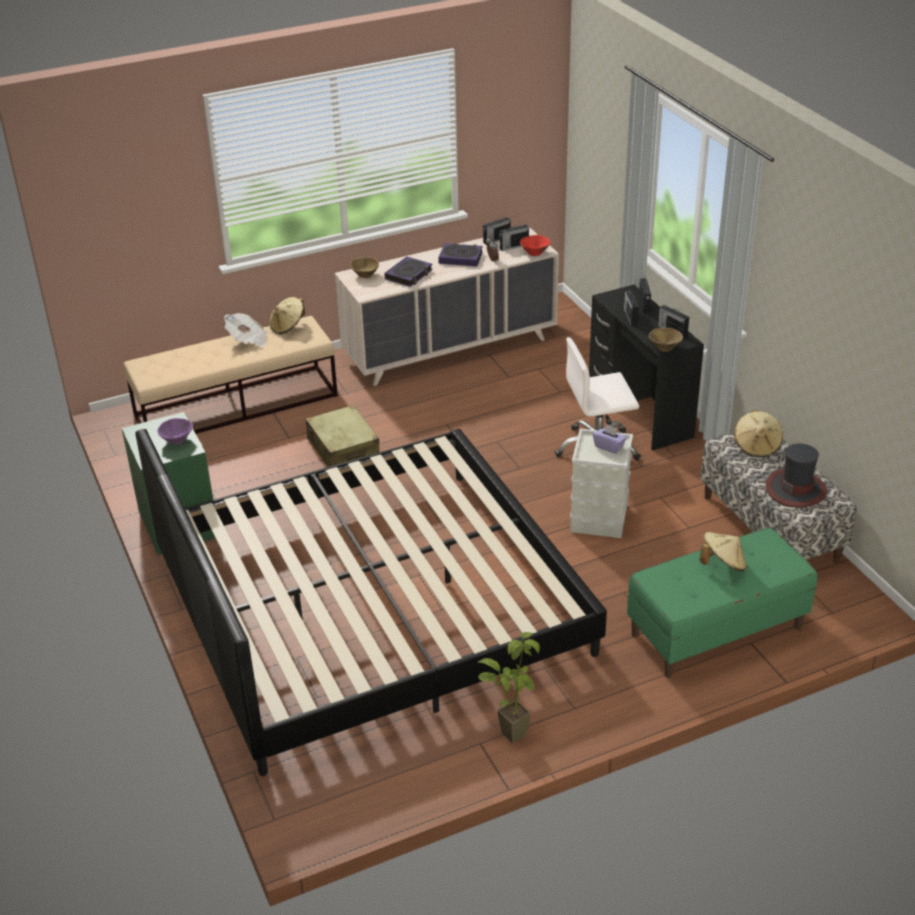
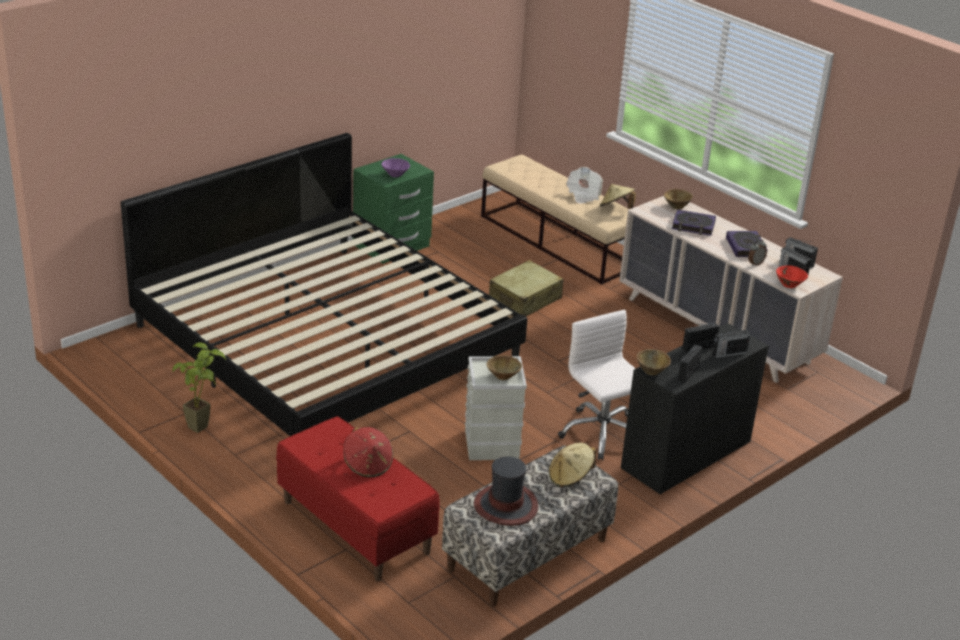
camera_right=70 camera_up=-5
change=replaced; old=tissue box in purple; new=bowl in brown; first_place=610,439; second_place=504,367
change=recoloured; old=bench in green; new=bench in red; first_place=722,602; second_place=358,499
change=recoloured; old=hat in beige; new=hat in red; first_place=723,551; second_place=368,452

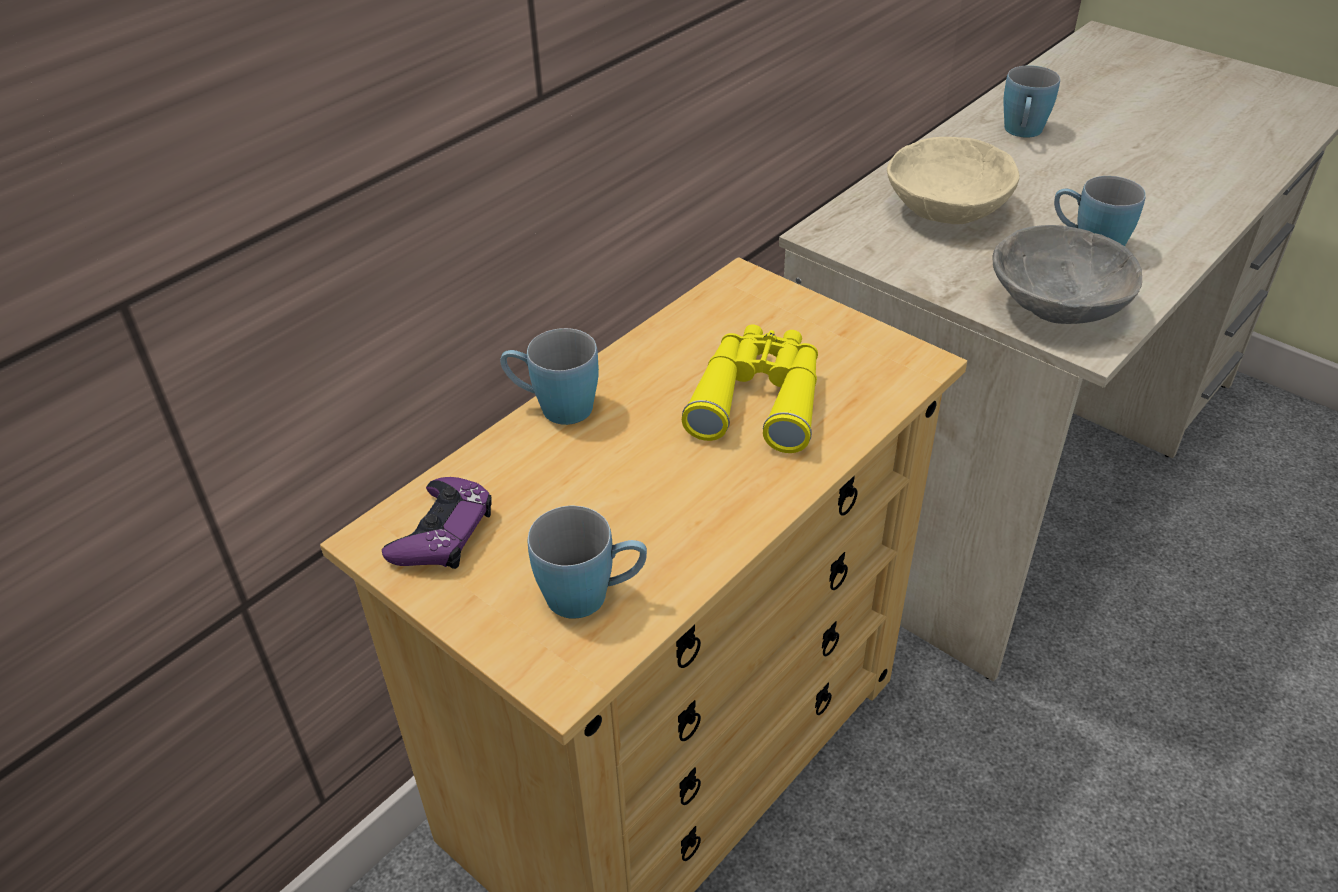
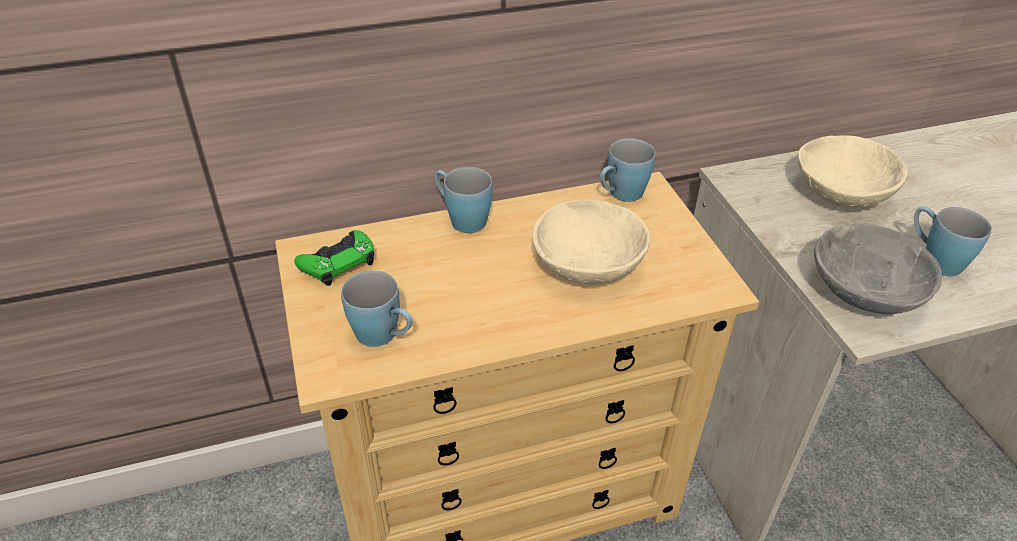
camera_right=30 camera_up=0
change=moved; old=mug in blue; first_place=1031,101; second_place=627,170
change=replaced; old=binoculars in yellow; new=bowl in beige; first_place=750,389; second_place=591,242
change=recoloured; old=game controller in purple; new=game controller in green; first_place=437,523; second_place=334,258

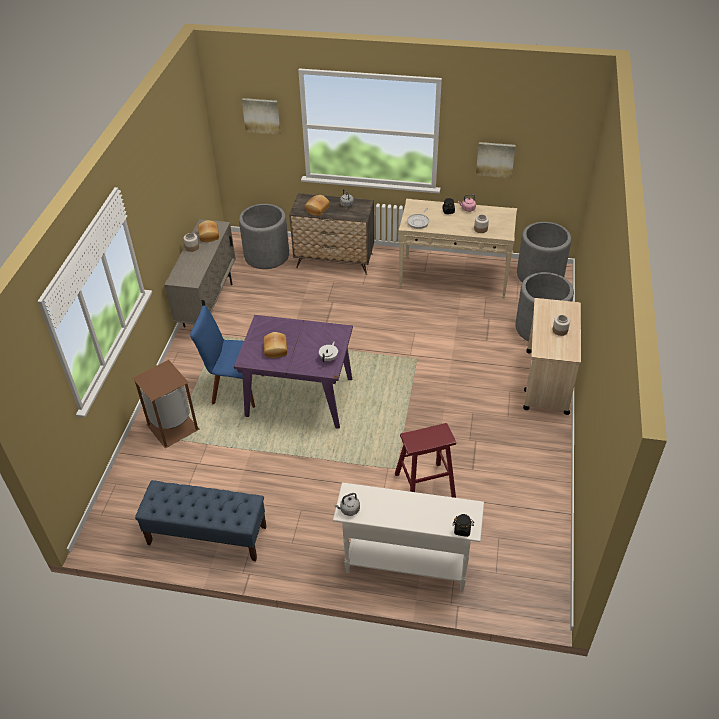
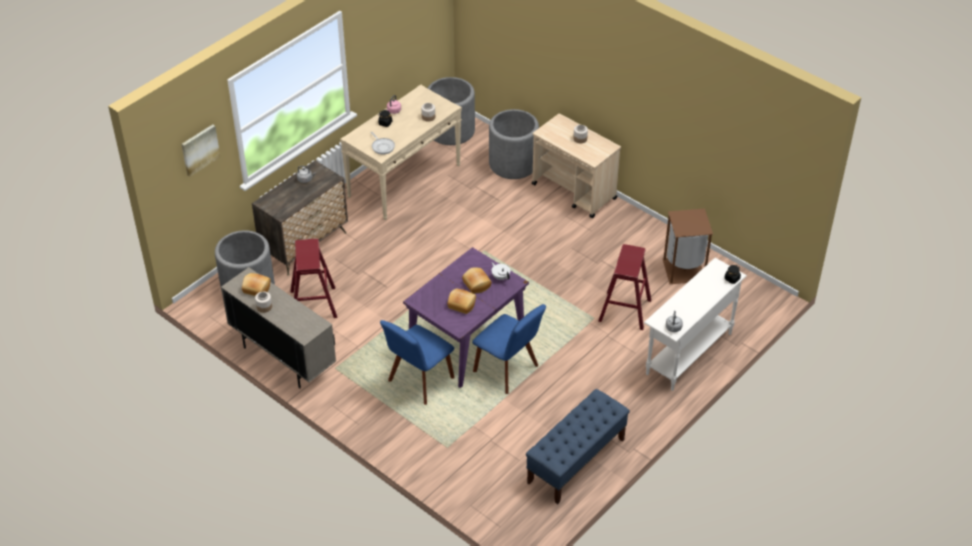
camera_right=-60 camera_up=0
change=removed; old=picture; first_place=496,160
change=added; new=stool in red; second_place=313,278
change=added; new=chair in blue; second_place=509,349
change=moved; old=trash can in brown; first_place=166,404; second_place=687,246
change=moved; old=bread; first_place=317,205; second_place=477,280

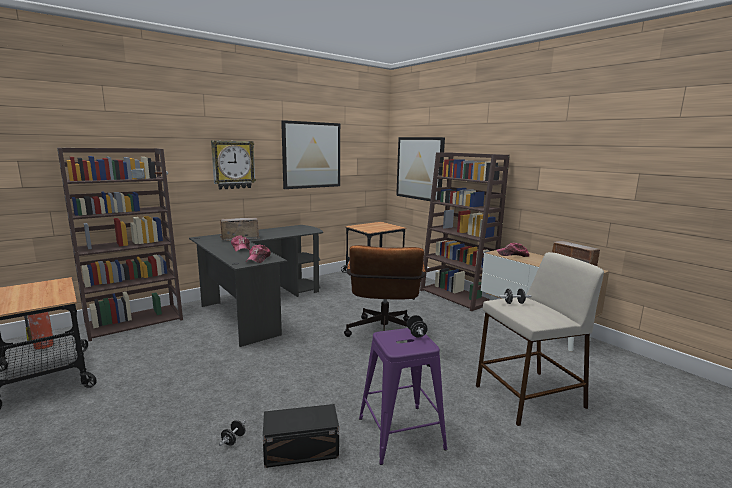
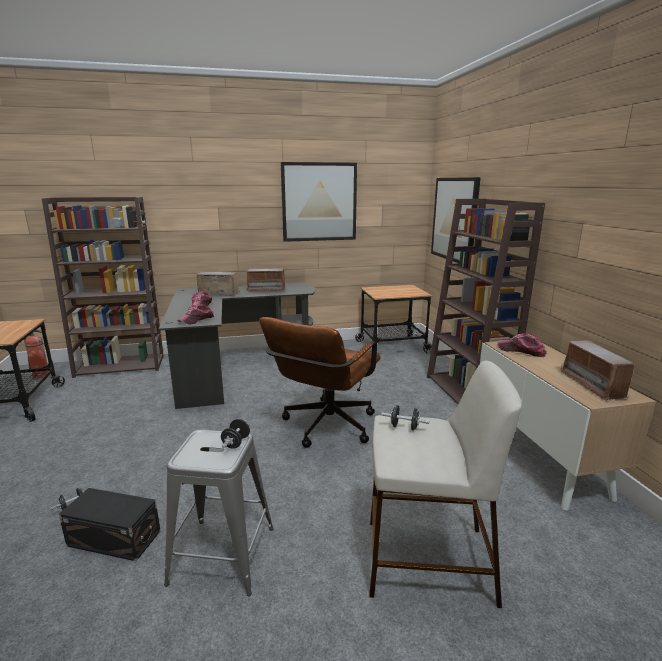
camera_right=25 camera_up=5
change=removed; old=wall clock; first_place=233,165
change=added; new=radio; second_place=265,279
change=recoloured; old=stool in purple; new=stool in grey; first_place=403,396; second_place=219,513

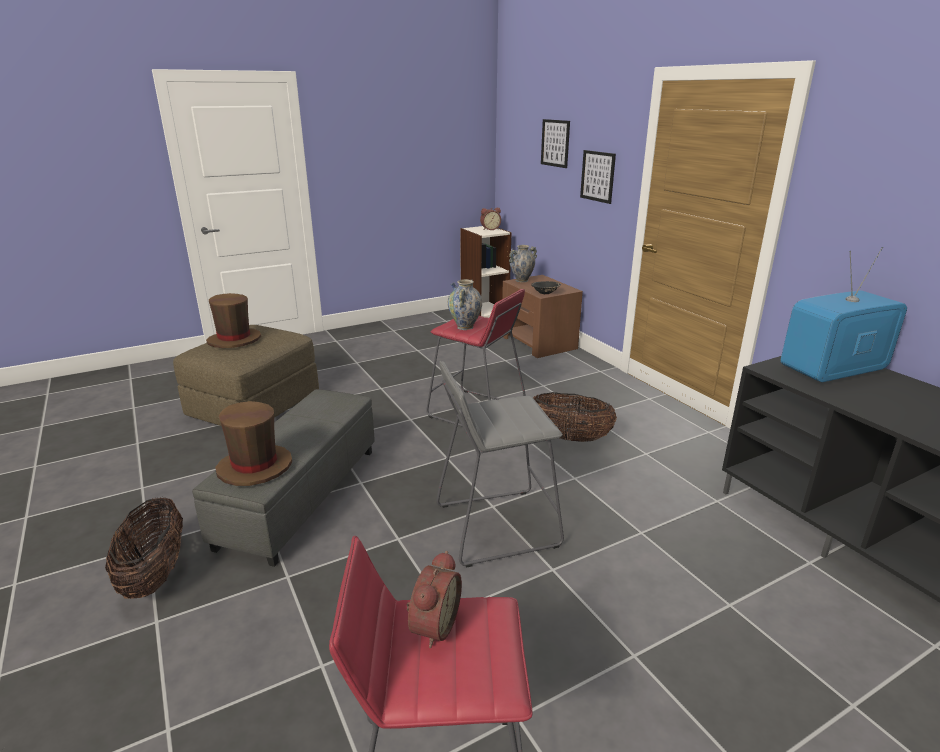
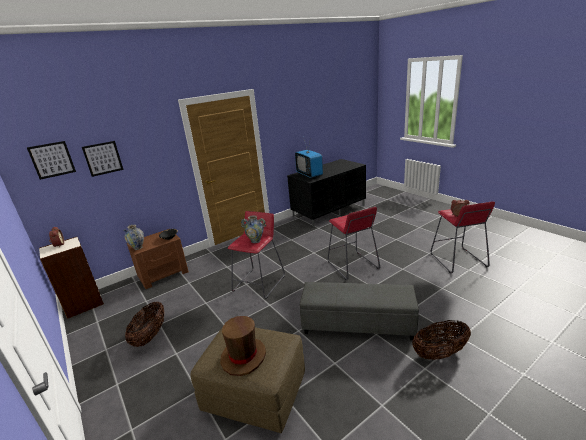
camera_right=-95 camera_up=0
change=removed; old=hat in brown; first_place=253,443
change=moved; old=basket; first_place=575,417; second_place=144,324
change=moved; old=picture; first_place=598,177; second_place=51,160
change=recoloured; old=stool in grey; new=stool in red; first_place=500,464; second_place=354,243

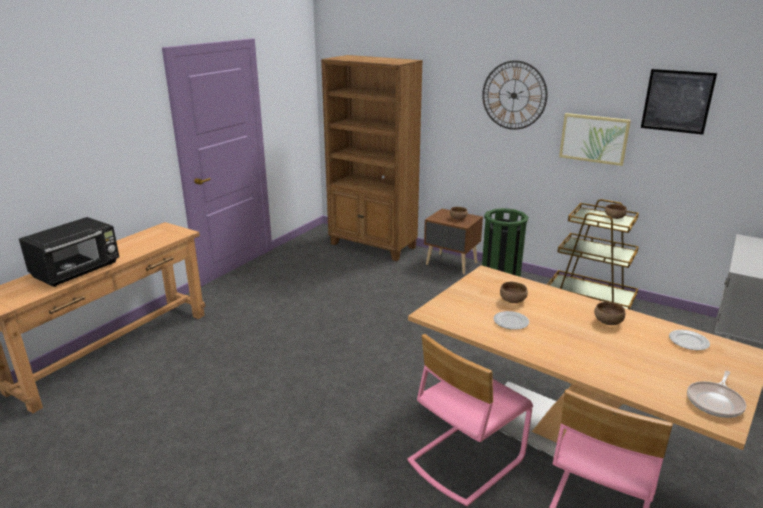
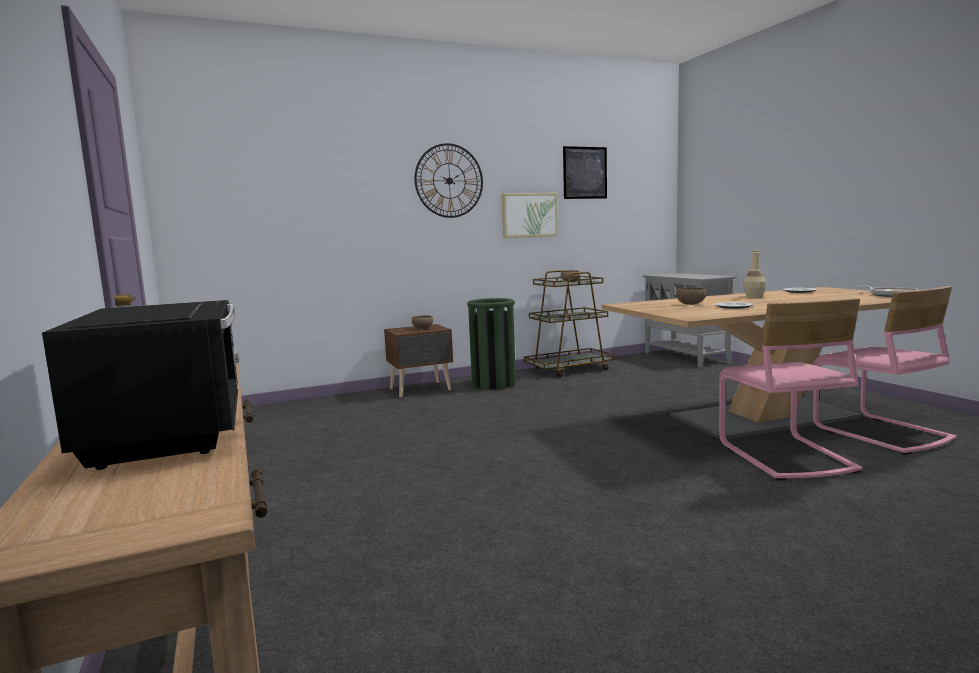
camera_right=-55 camera_up=-15
change=removed; old=bookcase in brown; first_place=372,158
change=replaced; old=bowl in brown; new=bottle in beige; first_place=609,313; second_place=754,274

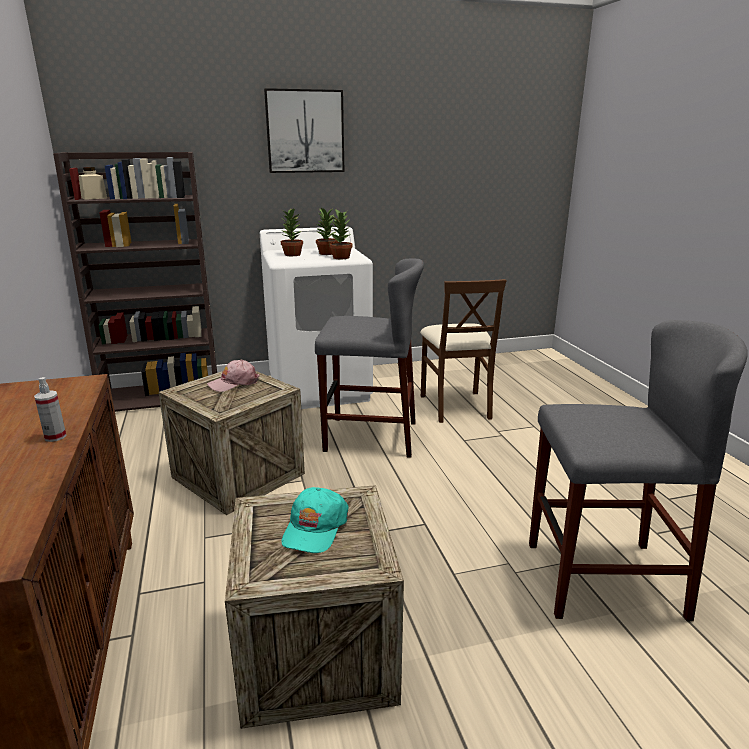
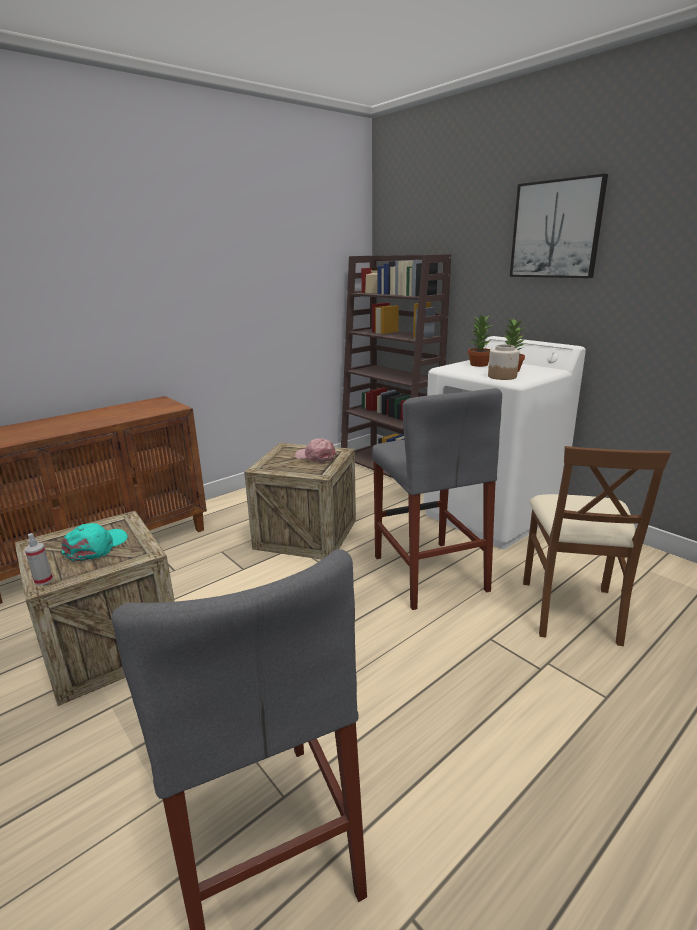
camera_right=65 camera_up=0
change=moved; old=spray bottle; first_place=50,409; second_place=39,559
change=replaced; old=potted plant; new=jar; first_place=341,234; second_place=503,362
change=turned; old=cap in turquoise; first_place=315,520; second_place=94,542; degrees=120
change=turned; old=chair in brown; first_place=463,351; second_place=597,546; degrees=-45

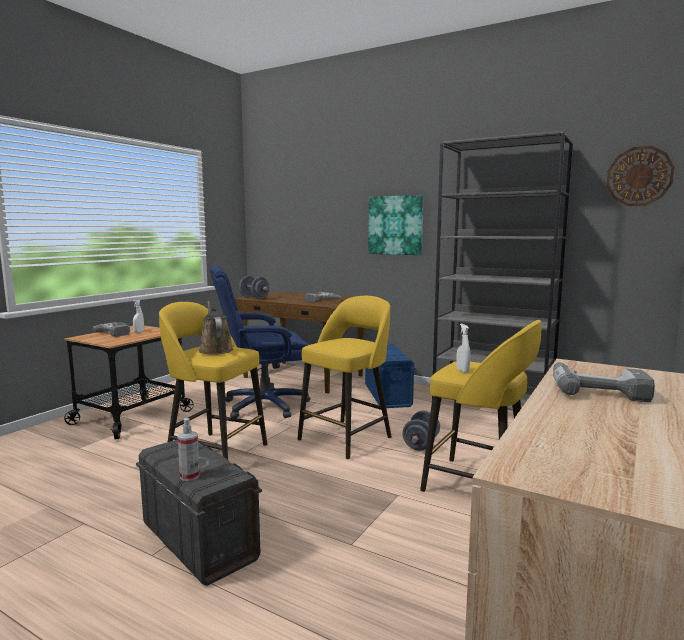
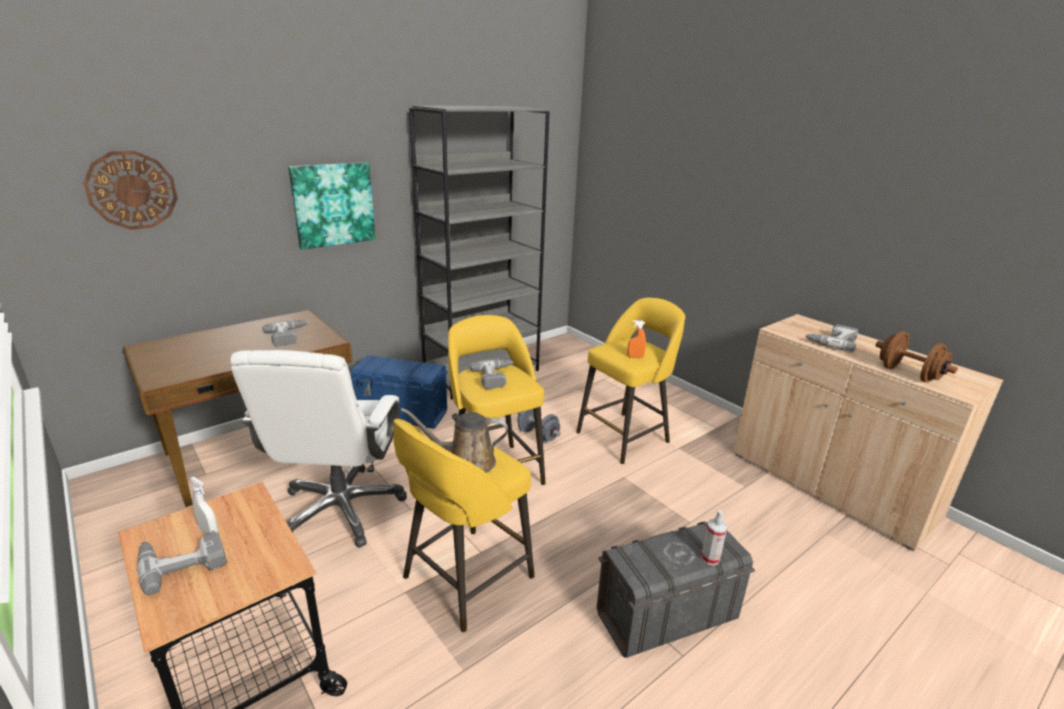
camera_right=-70 camera_up=15
change=removed; old=dumbbell in grey; first_place=254,287
change=added; new=power drill; second_place=491,374
change=added; new=dumbbell in brown; second_place=916,357
change=moved; old=wall clock; first_place=640,176; second_place=130,190
change=recoloured; old=office chair in blue; new=office chair in white; first_place=260,342; second_place=318,448
change=recoloured; old=spray bottle in white; new=spray bottle in orange; first_place=463,348; second_place=636,339

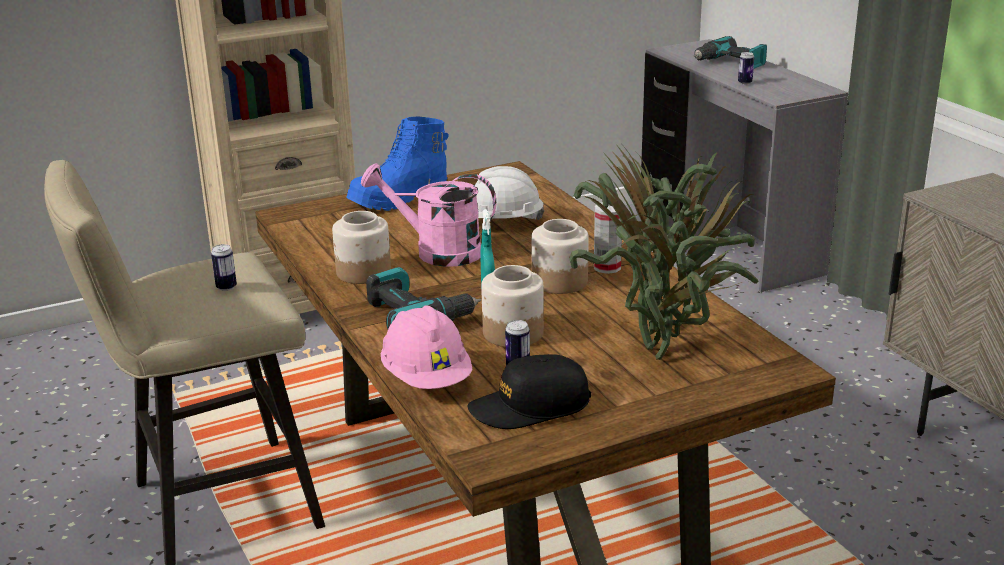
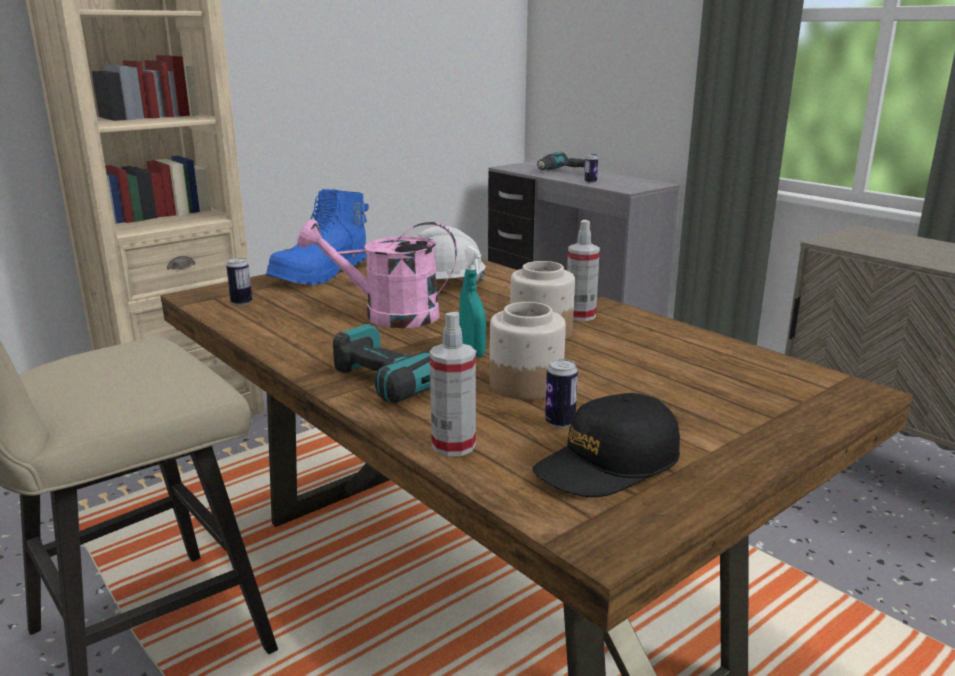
camera_right=-15 camera_up=-5
change=removed; old=jar; first_place=361,247
change=removed; old=potted plant; first_place=663,253
change=moved; old=can; first_place=224,267; second_place=239,281
change=replaced; old=hard hat in pink; new=spray bottle; first_place=426,347; second_place=453,384

